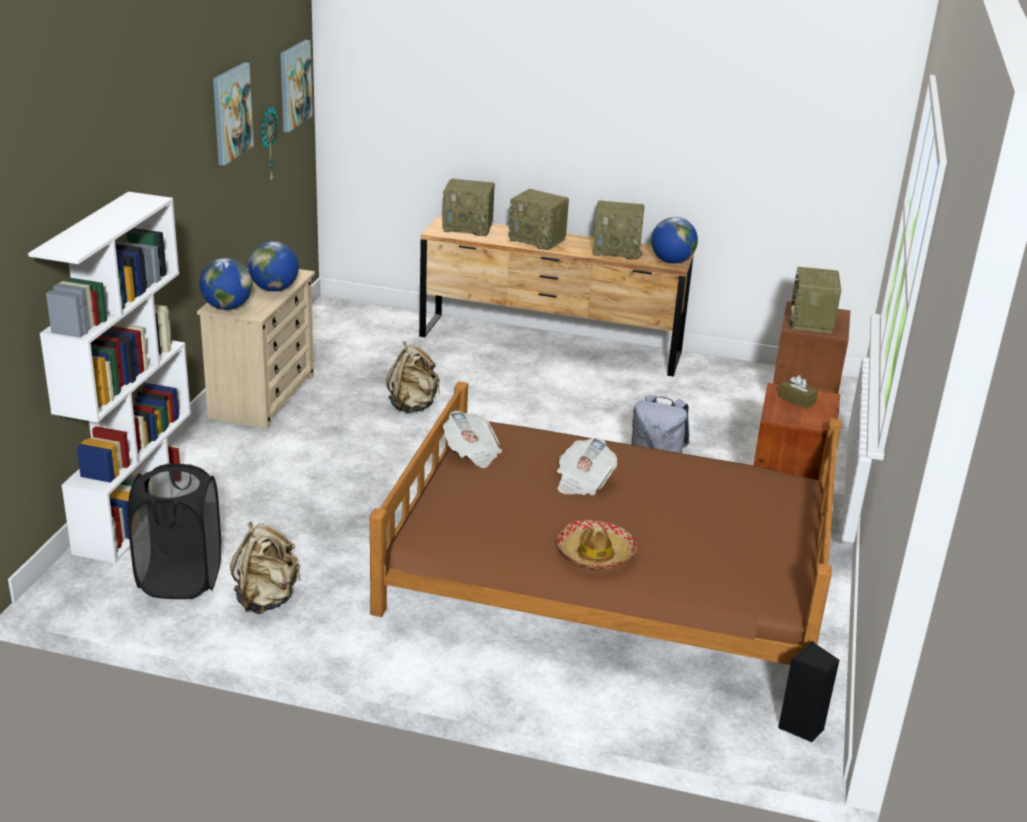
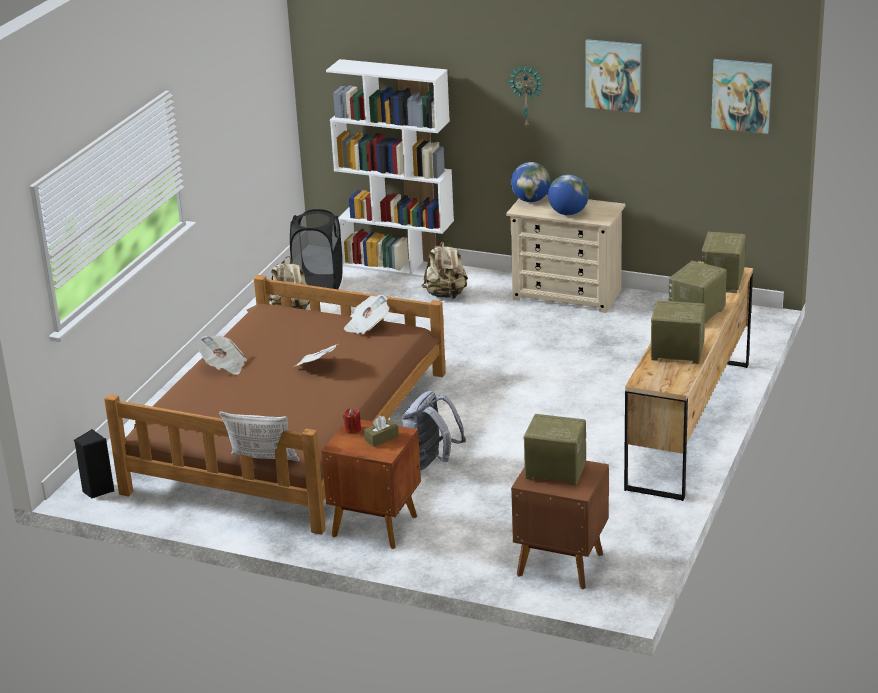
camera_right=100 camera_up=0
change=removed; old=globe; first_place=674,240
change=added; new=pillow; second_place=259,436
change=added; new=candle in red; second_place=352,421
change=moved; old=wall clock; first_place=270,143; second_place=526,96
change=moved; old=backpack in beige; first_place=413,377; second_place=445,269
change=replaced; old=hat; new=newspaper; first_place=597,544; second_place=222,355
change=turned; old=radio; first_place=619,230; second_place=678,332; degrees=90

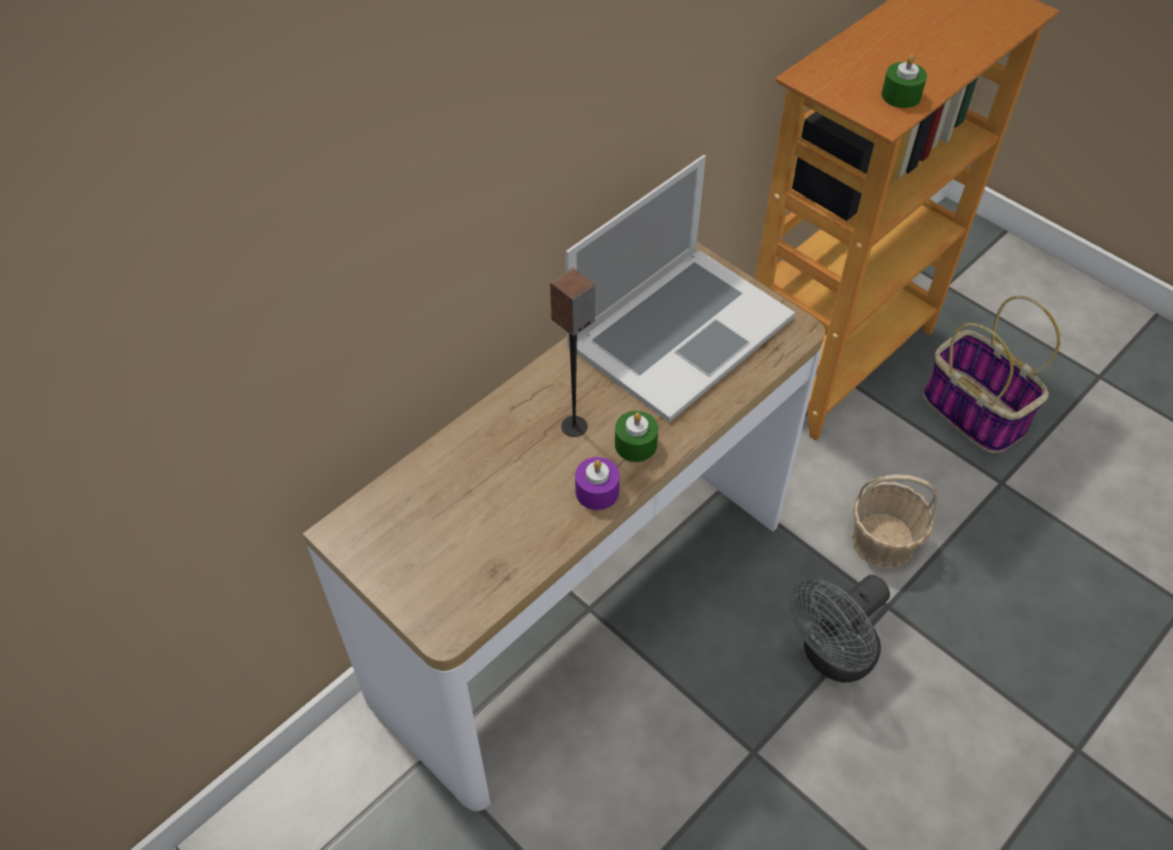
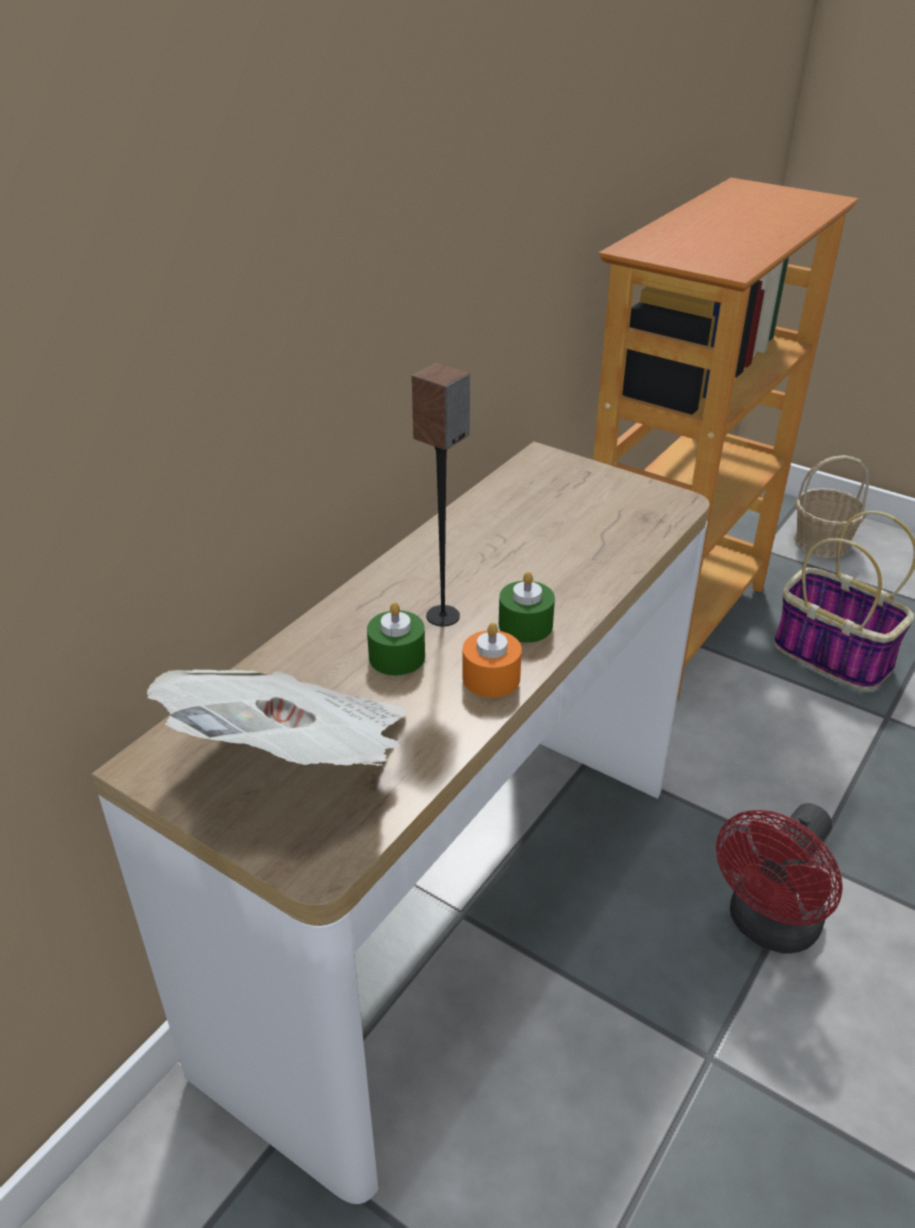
camera_right=-10 camera_up=-15
change=removed; old=laptop; first_place=680,288
change=added; new=newspaper; second_place=277,718
change=moved; old=basket; first_place=894,521; second_place=831,506
change=moved; old=candle in green; first_place=904,81; second_place=396,639
change=recoloured; old=candle in purple; new=candle in orange; first_place=597,483; second_place=492,660
change=recoloured; old=fan in grey; new=fan in red; first_place=840,628; second_place=779,878

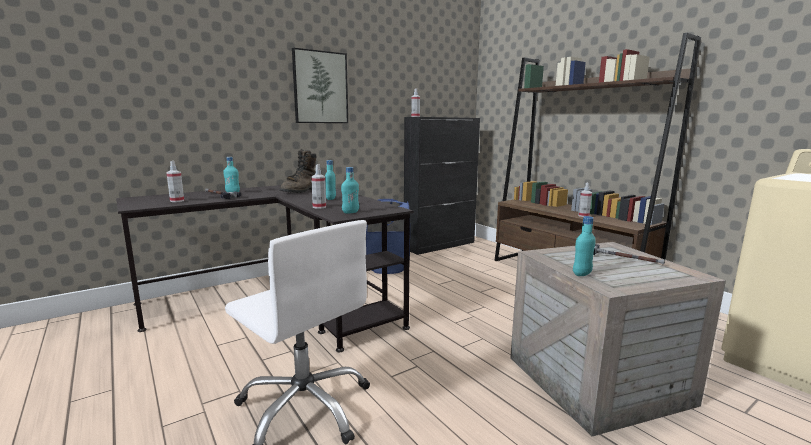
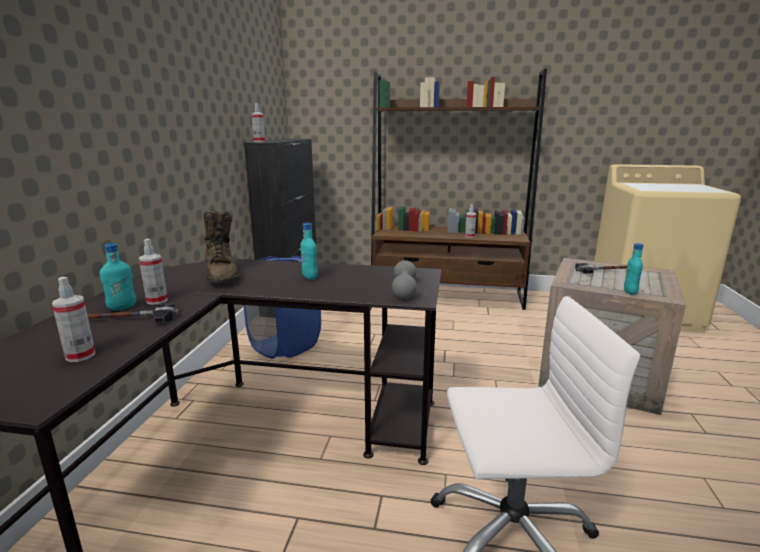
camera_right=-45 camera_up=5
change=removed; old=picture; first_place=320,85
change=moved; old=spray bottle; first_place=318,186; second_place=153,272
change=replaced; old=bottle in turquoise; new=dumbbell in grey; first_place=350,190; second_place=404,279

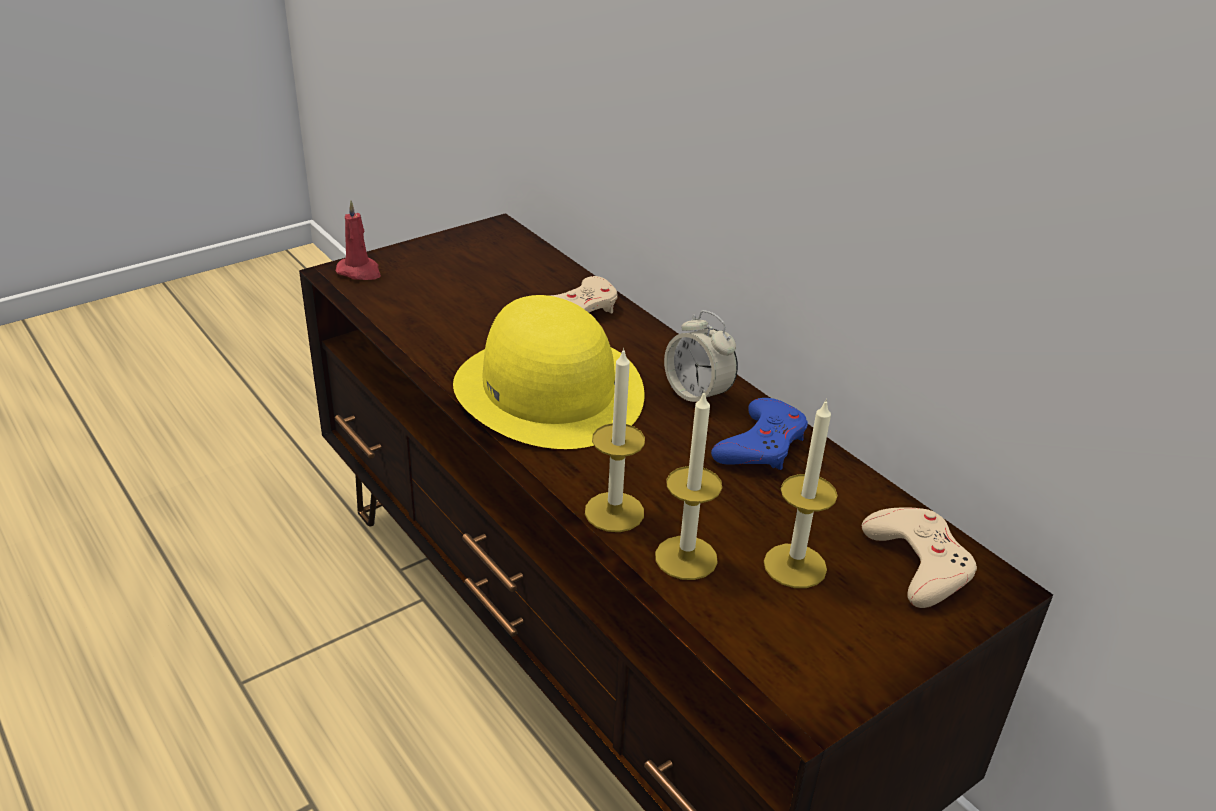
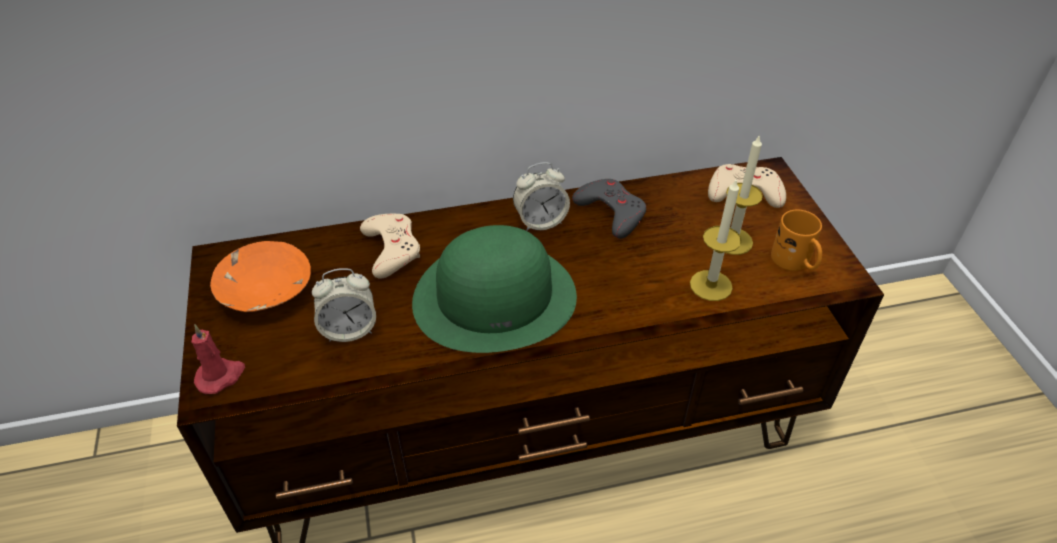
camera_right=-65 camera_up=10
change=removed; old=candle; first_place=615,440
change=added; new=bowl in orange; second_place=260,276
change=added; new=alarm clock; second_place=344,305
change=added; new=mug in orange; second_place=796,240
change=recoloured; old=hat in yellow; new=hat in green; first_place=549,372; second_place=494,289
change=recoloured; old=game controller in blue; new=game controller in grey; first_place=759,434; second_place=609,209

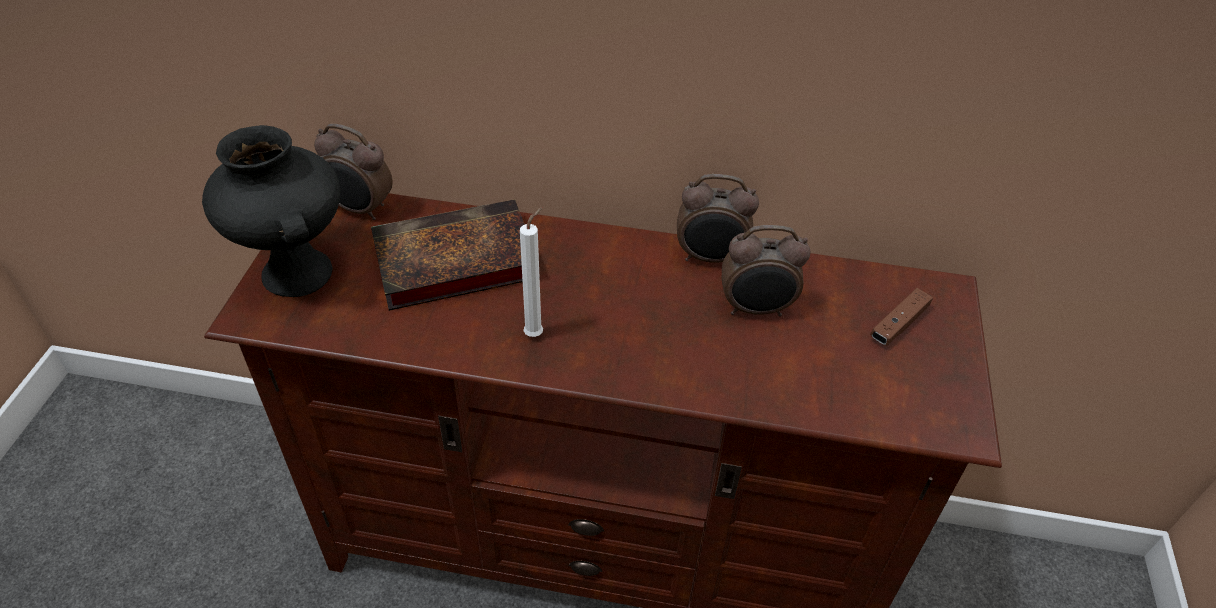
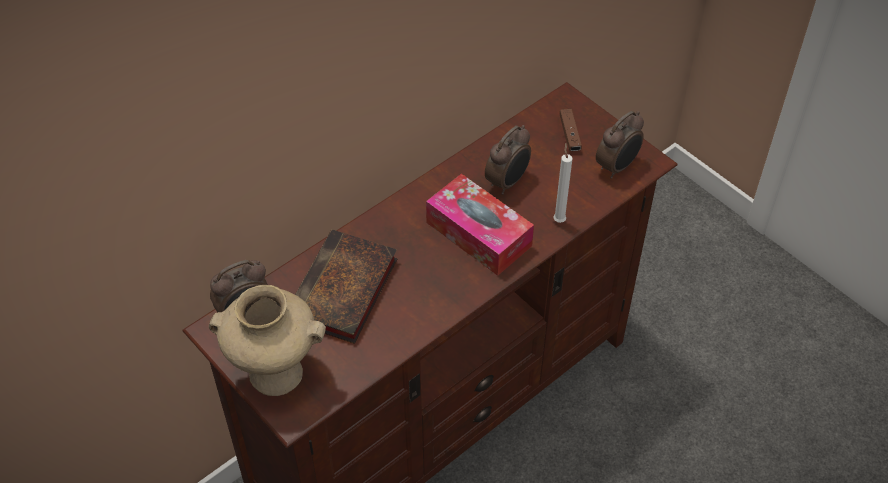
camera_right=-50 camera_up=5
change=added; new=tissue box; second_place=480,225
change=moved; old=candle in white; first_place=531,272; second_place=563,182
change=moved; old=alarm clock; first_place=718,218; second_place=620,145
change=recoloured; old=vase in black; new=vase in beige; first_place=271,211; second_place=267,340

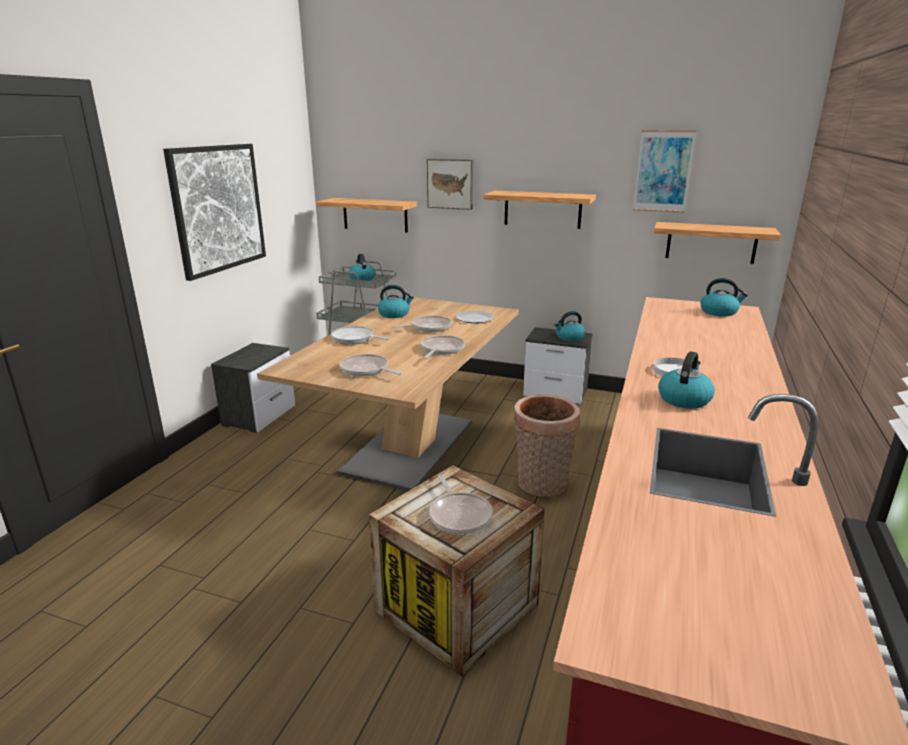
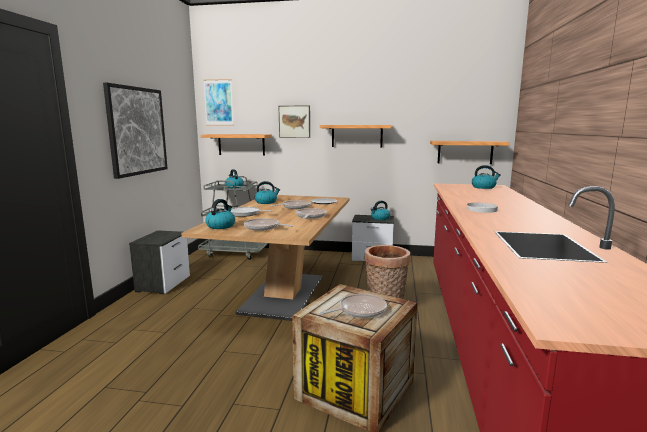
camera_right=-10 camera_up=-10
change=moved; old=picture; first_place=664,171; second_place=218,102
change=moved; old=kettle; first_place=686,380; second_place=220,214
change=turned; old=frying pan; first_place=461,504; second_place=353,306; degrees=-90

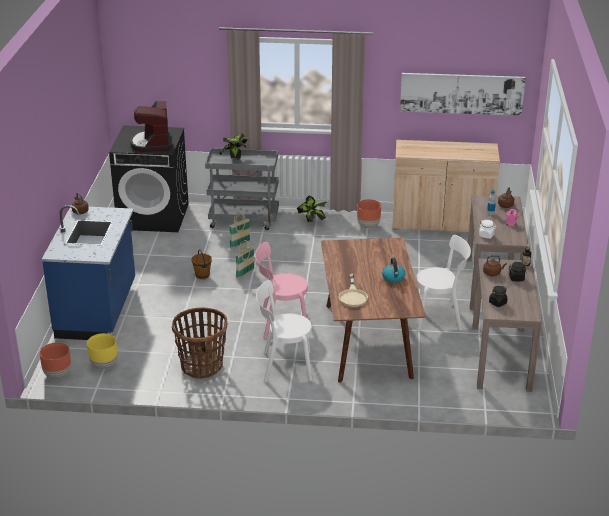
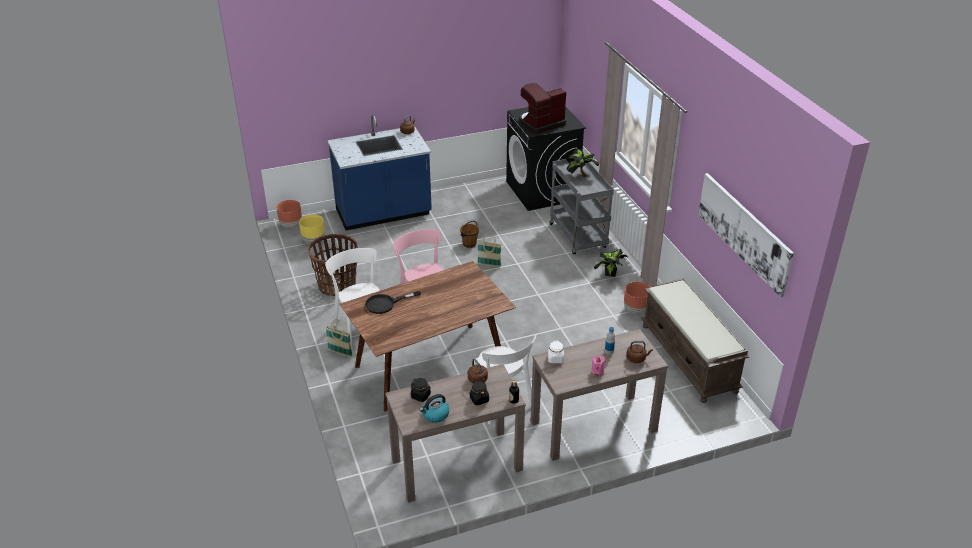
camera_right=65 camera_up=5
change=moved; old=basket; first_place=240,230; second_place=339,338
change=moved; old=kettle; first_place=393,270; second_place=434,408
change=replaced; old=cabinet in beige; new=bench in brown; first_place=446,186; second_place=695,340
change=recoloured; old=frying pan in beige; new=frying pan in black; first_place=353,290; second_place=393,302

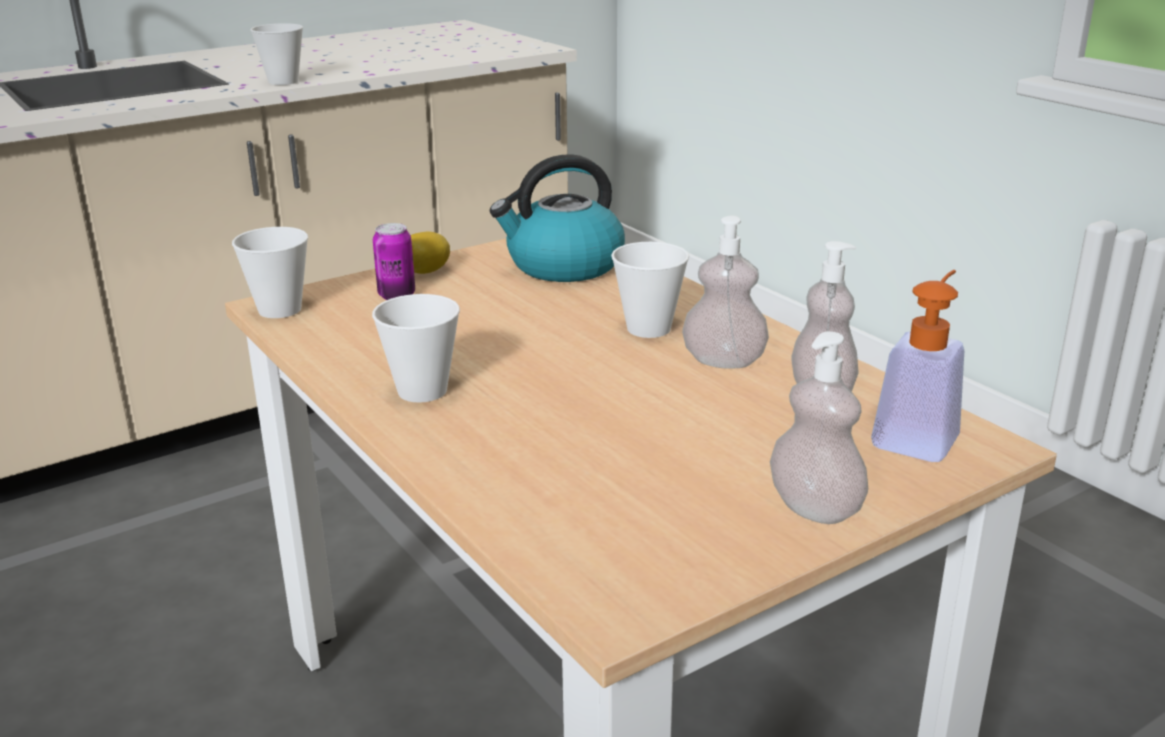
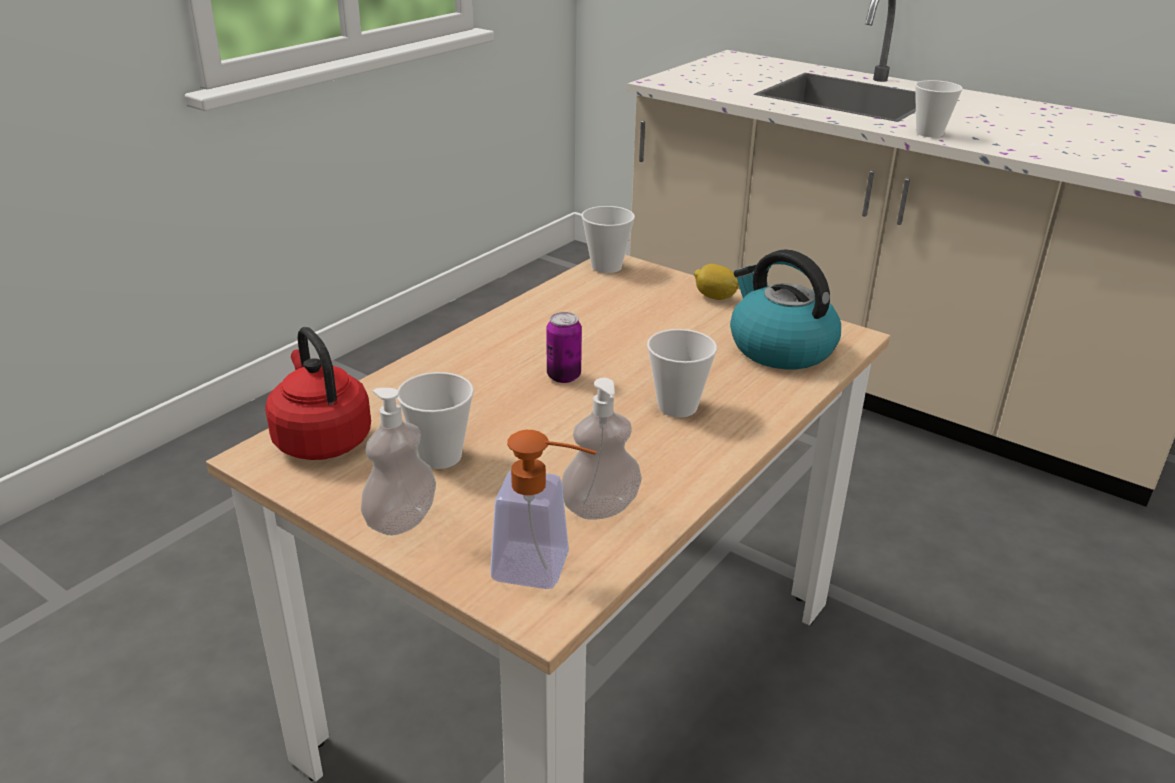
camera_right=70 camera_up=5
change=removed; old=soap dispenser; first_place=725,291
change=added; new=kettle in red; second_place=318,393
change=moved; old=cup; first_place=416,348; second_place=435,420
change=moved; old=can; first_place=394,261; second_place=564,347

